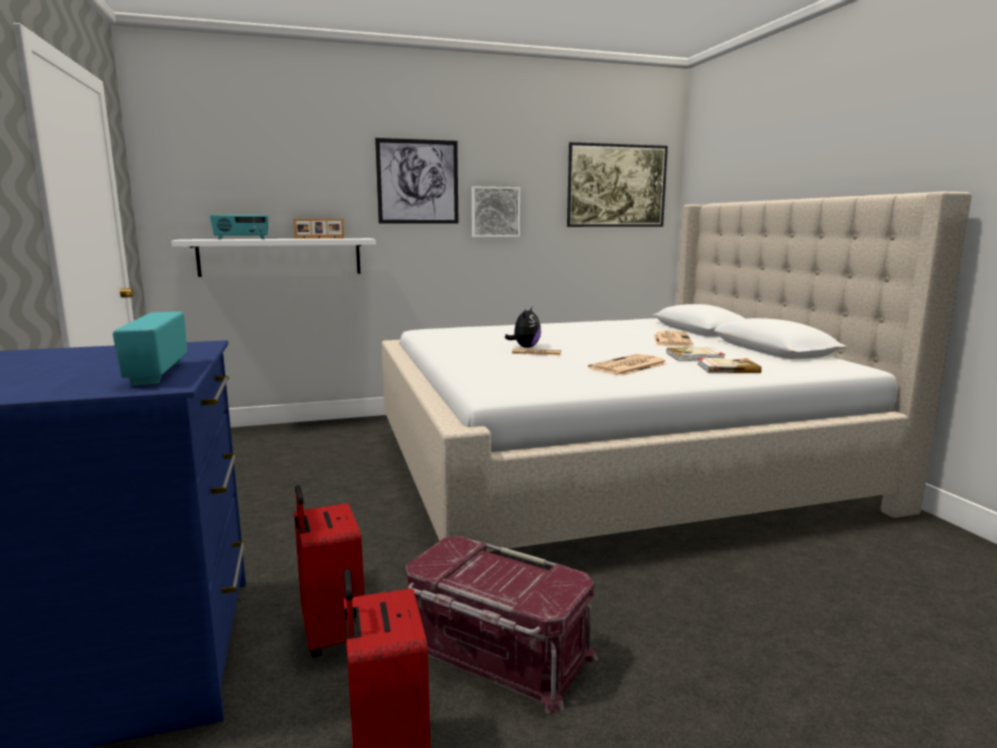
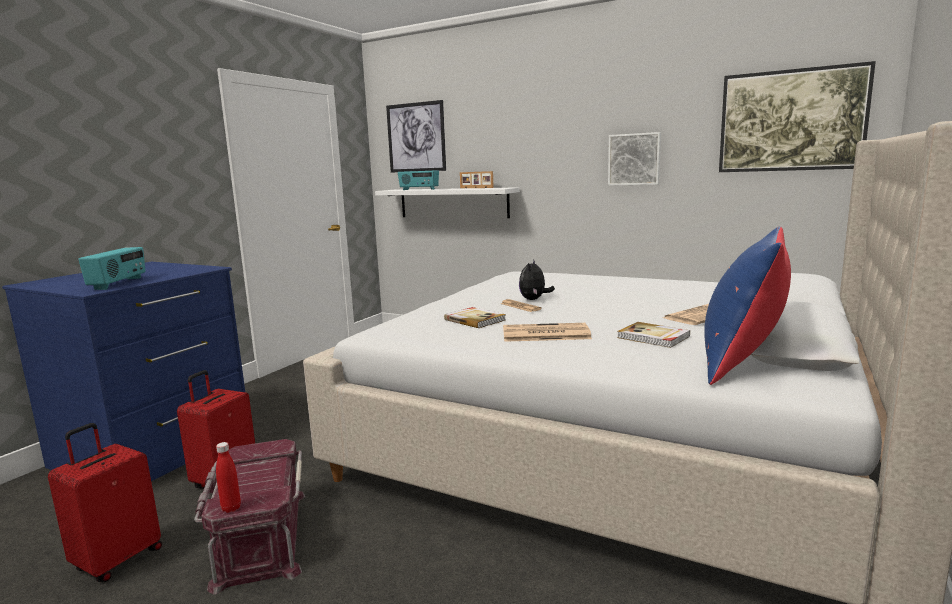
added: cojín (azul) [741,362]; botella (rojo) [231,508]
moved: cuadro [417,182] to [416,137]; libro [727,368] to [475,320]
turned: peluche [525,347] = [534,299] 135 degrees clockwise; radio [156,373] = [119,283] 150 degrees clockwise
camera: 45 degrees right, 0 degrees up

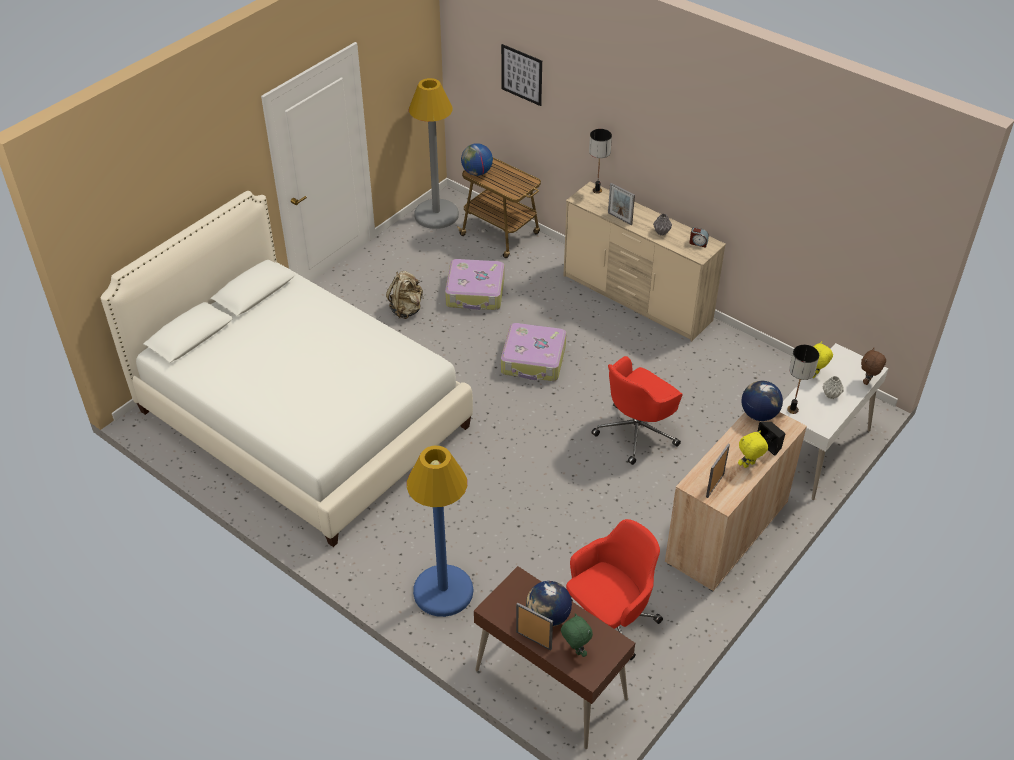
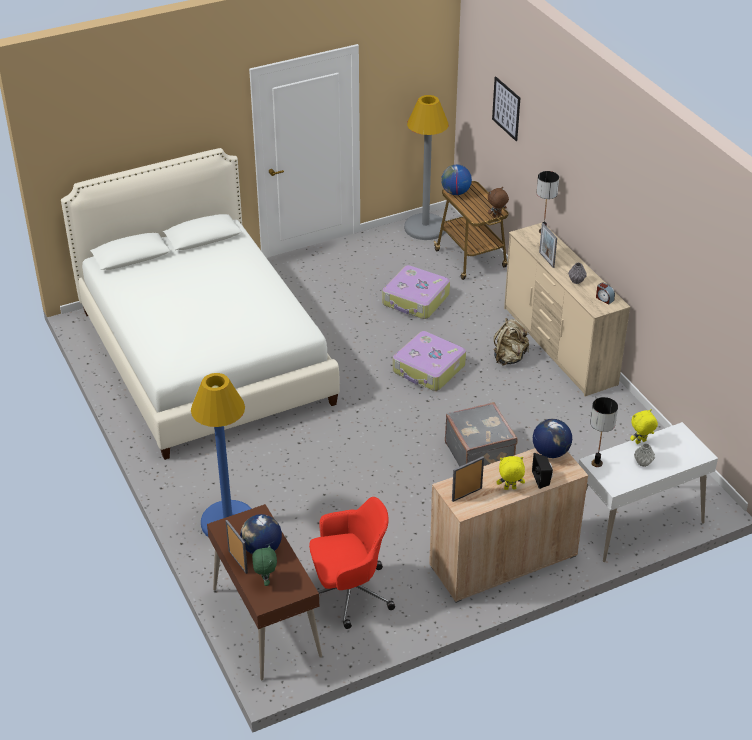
moved: mochila (beis) [406,309] to [509,358]; peluche (marrón) [868,382] to [496,216]
replaced: silla de oficina (rojo) [637,432] to maleta (gris) [480,454]
camera: 25 degrees right, 5 degrees down

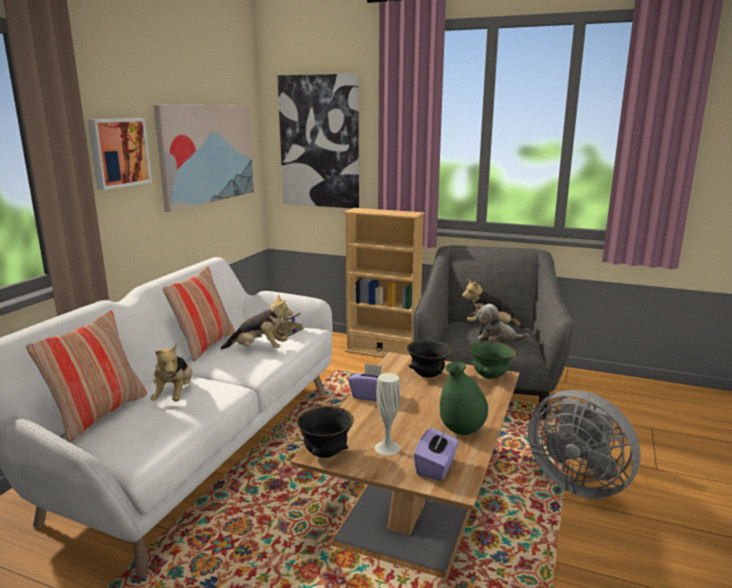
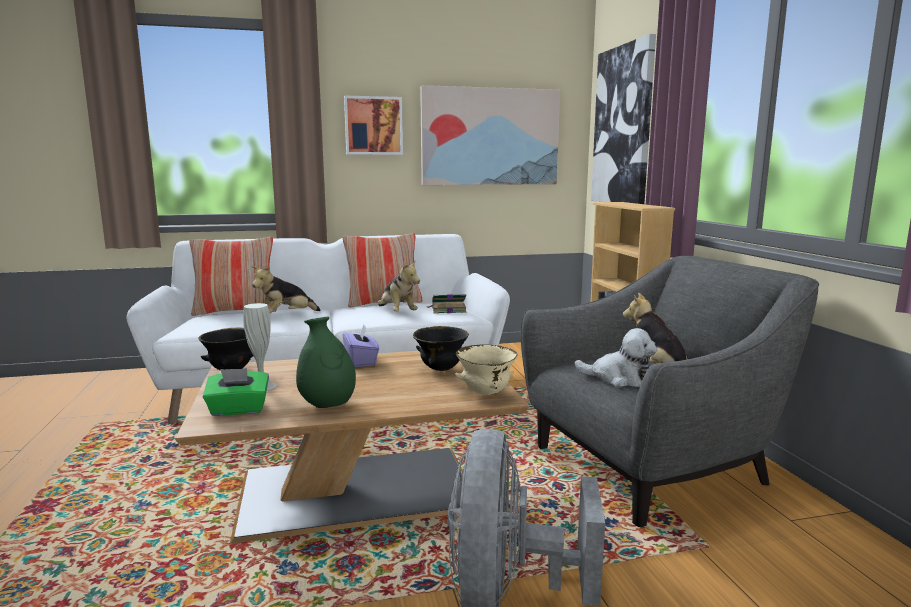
recoloured: cuenco (verde) [490,377] to cuenco (beis) [485,393]; caja de pañuelos (morado) [436,467] to caja de pañuelos (verde) [238,410]
turned: peluche [497,338] = [619,378] 135 degrees clockwise
camera: 55 degrees right, 5 degrees down

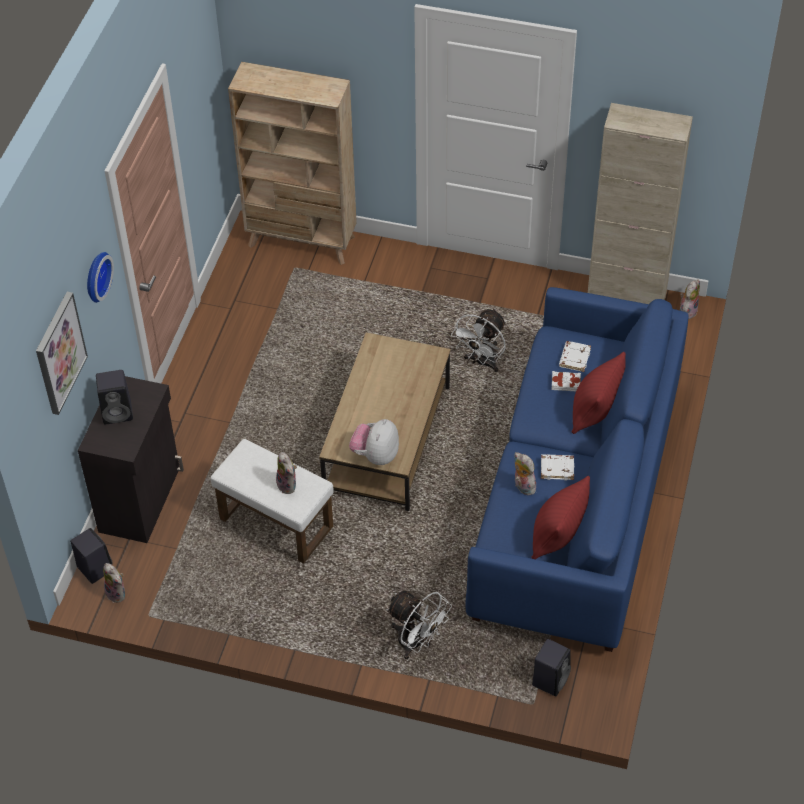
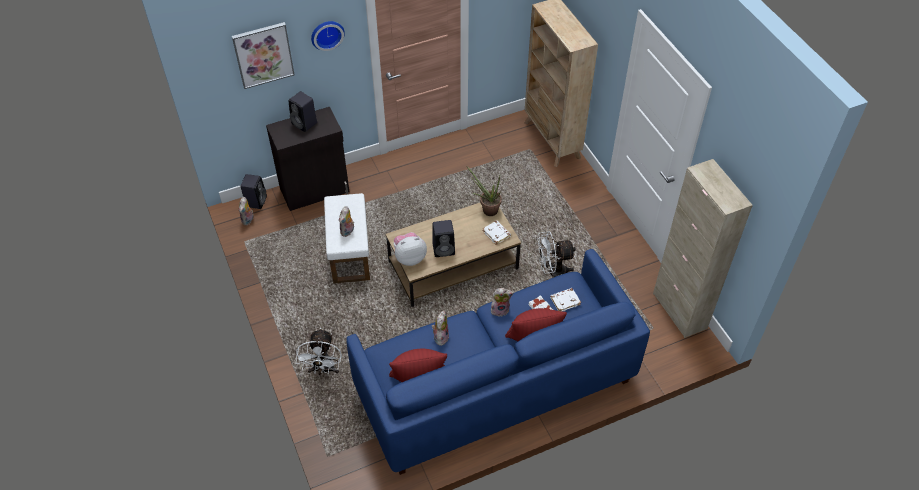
added: planta en maceta [487,209]
moved: peluche [687,311] to [500,309]; libro (blanco) [557,468] to [497,234]; altavoz (negro) [550,679] to [444,249]
camera: 50 degrees right, 0 degrees up

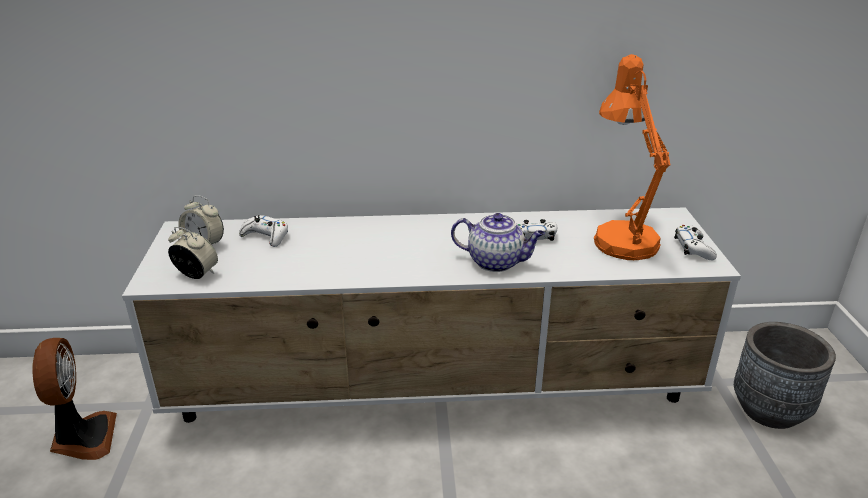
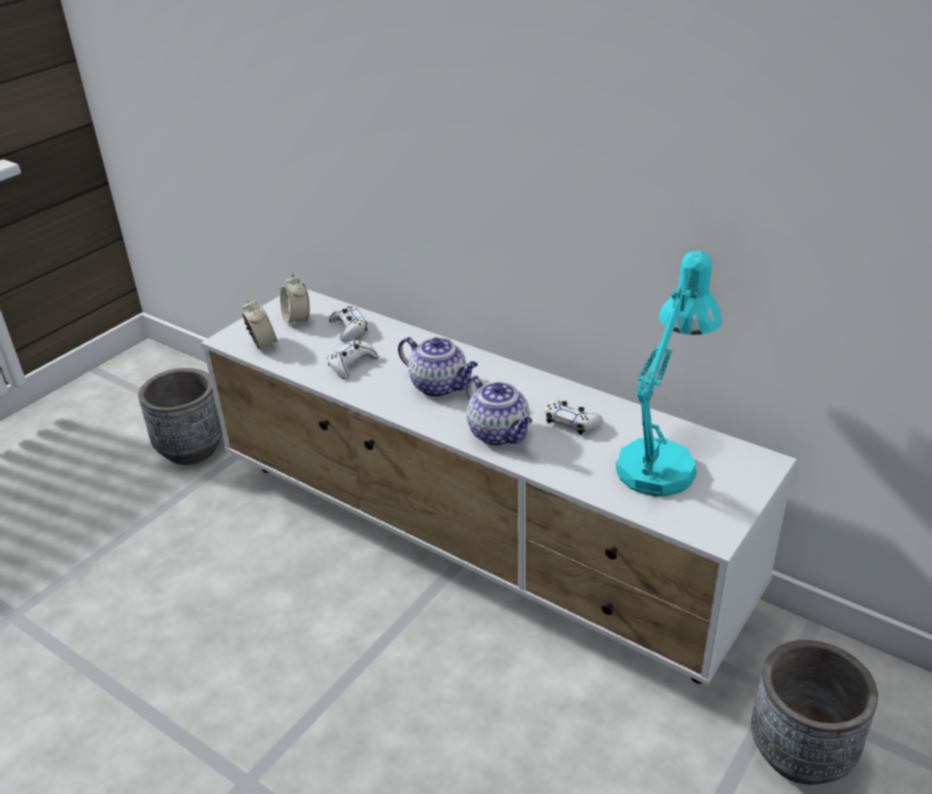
added: tetera [440,386]
moved: mando de consola (blanco) [693,248] to [352,365]
replaced: ventilador [83,438] to maceta (gris) [191,449]
recoloured: lámpara de mesa (naranja) [620,237] to lámpara de mesa (turquesa) [661,461]
camera: 40 degrees right, 5 degrees up

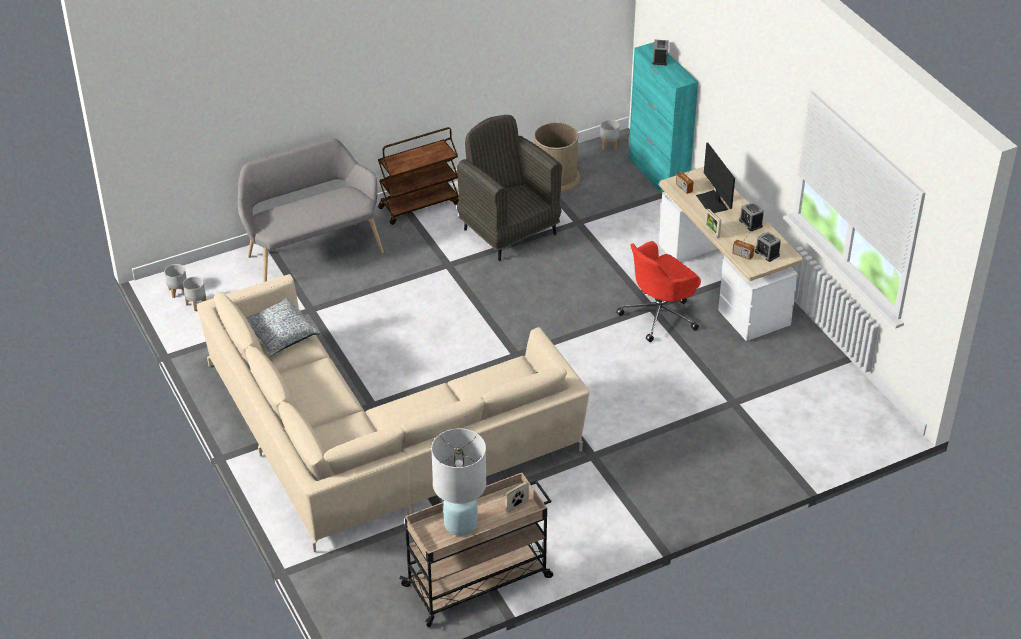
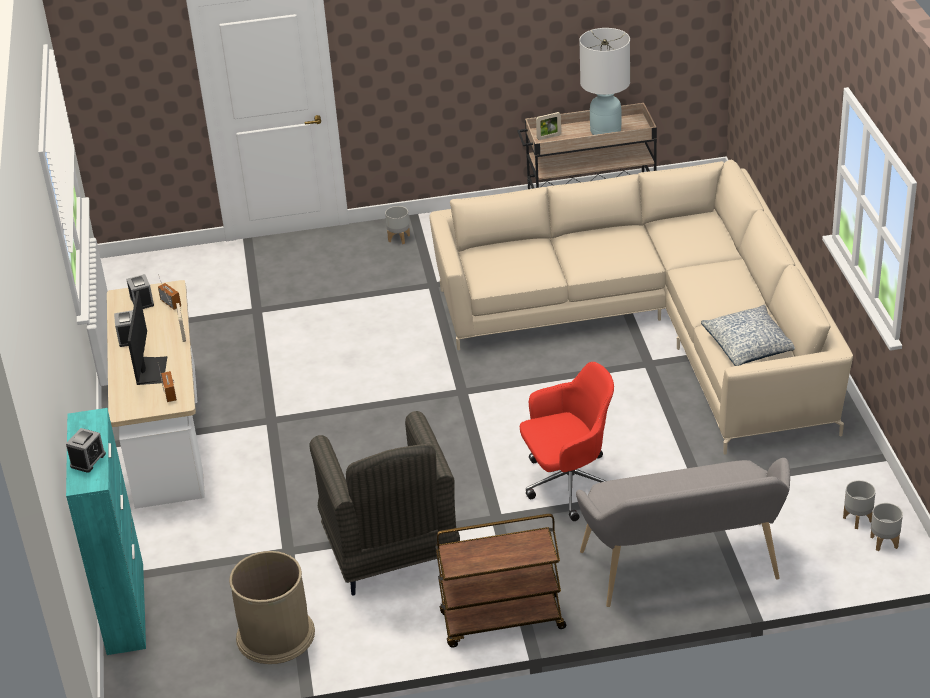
moved: maceta (gris) [609,145] to [399,238]; silla de oficina (rojo) [660,315] to [569,485]
camera: 160 degrees left, 5 degrees down

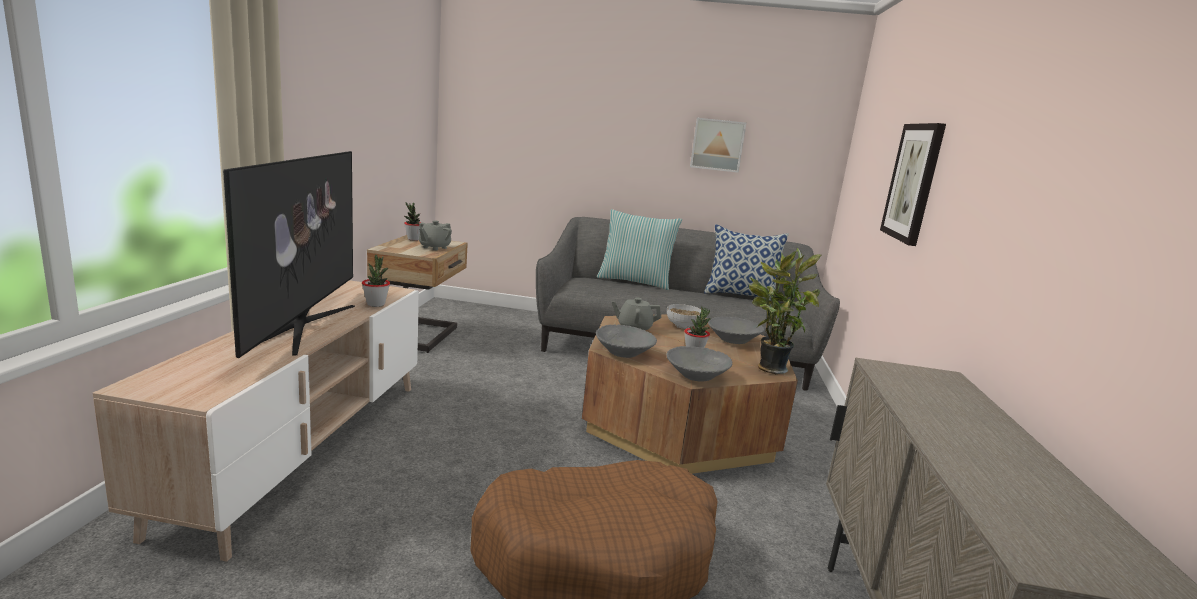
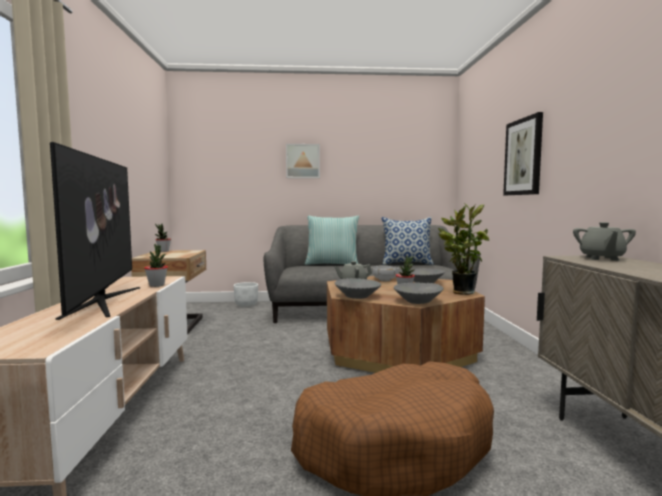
added: maceta (blanco) [246,305]
moved: cuadro [717,145] to [303,161]; tetera (gris) [434,247] to [601,258]
camera: 10 degrees left, 10 degrees down

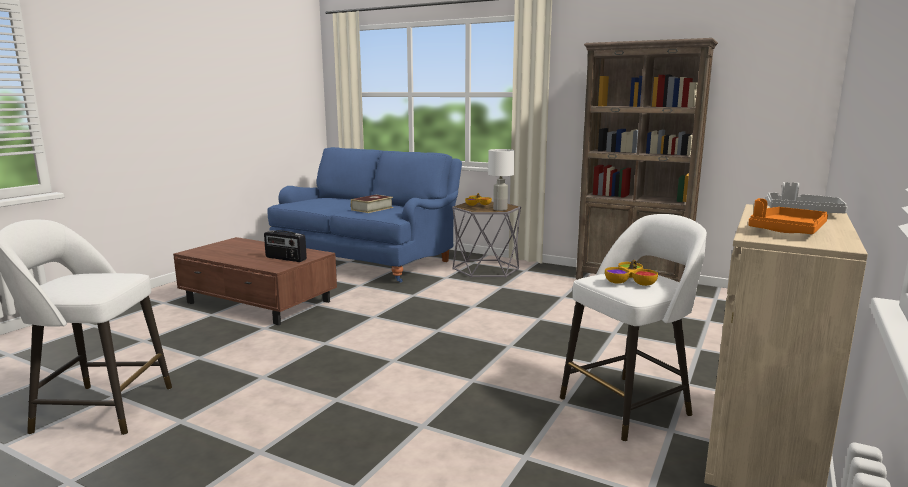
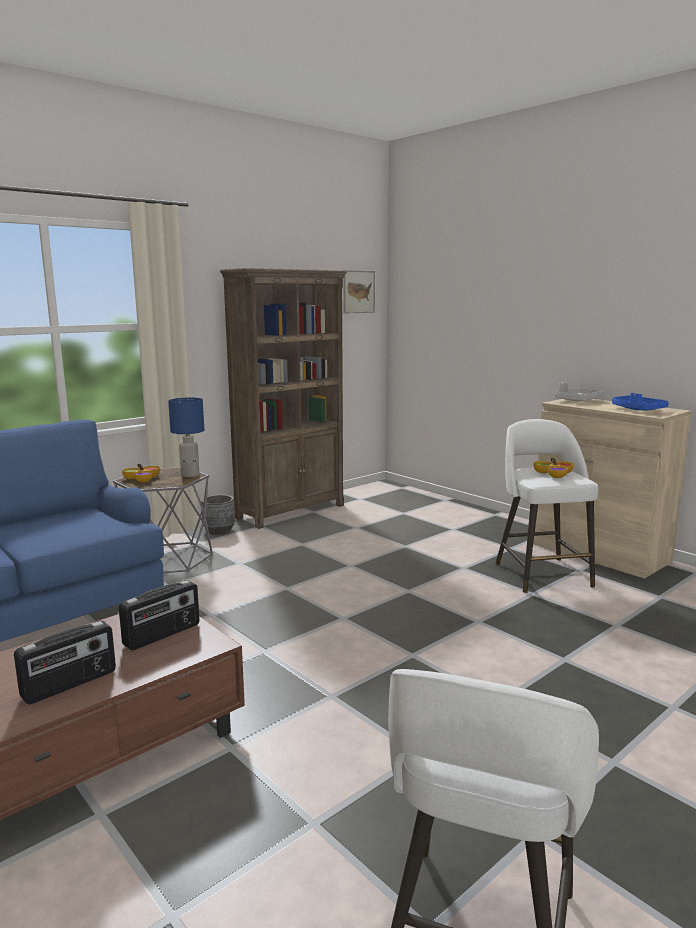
removed: libro [372,209]
added: cuadro [358,292]; maceta (gris) [219,531]; radio [70,684]
recoloured: lámpara de mesa (blanco) [500,209] to lámpara de mesa (azul) [190,475]; bandeja (naranja) [786,231] to bandeja (azul) [637,410]
camera: 70 degrees left, 0 degrees up

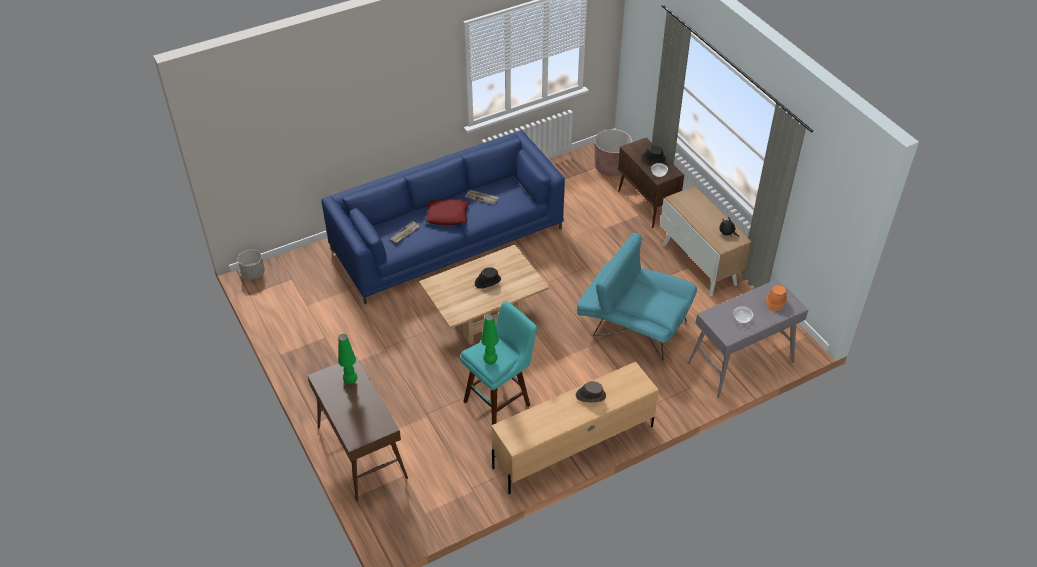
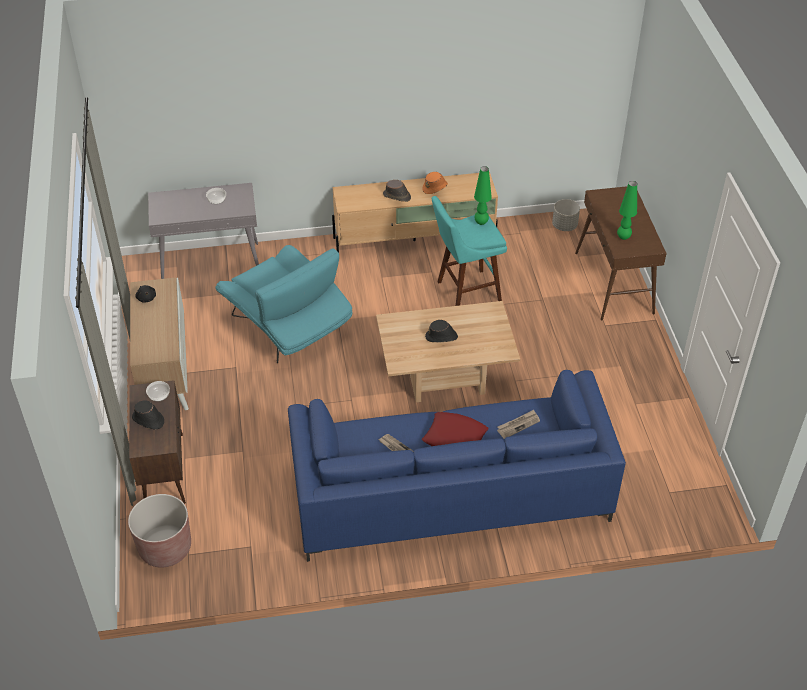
moved: maceta (gris) [253,273] to [564,226]; sombrero (naranja) [775,301] to [435,187]
camera: 160 degrees left, 0 degrees up

